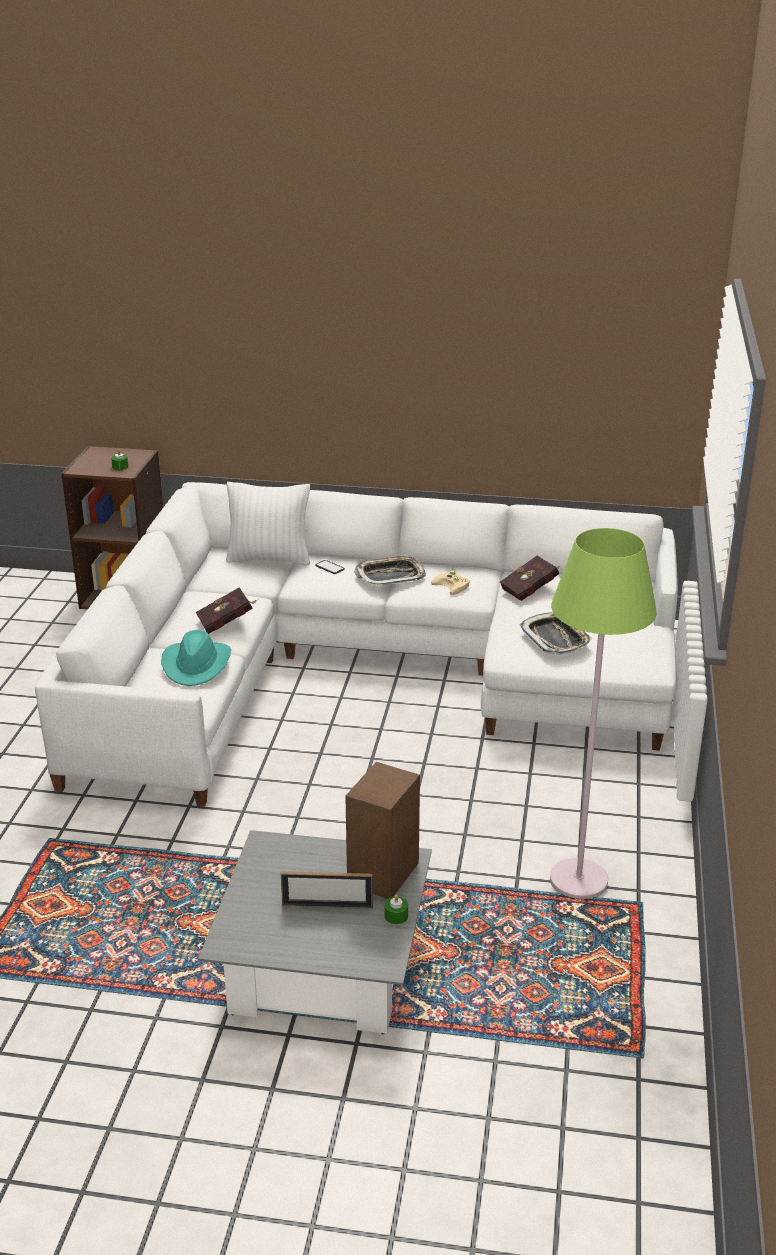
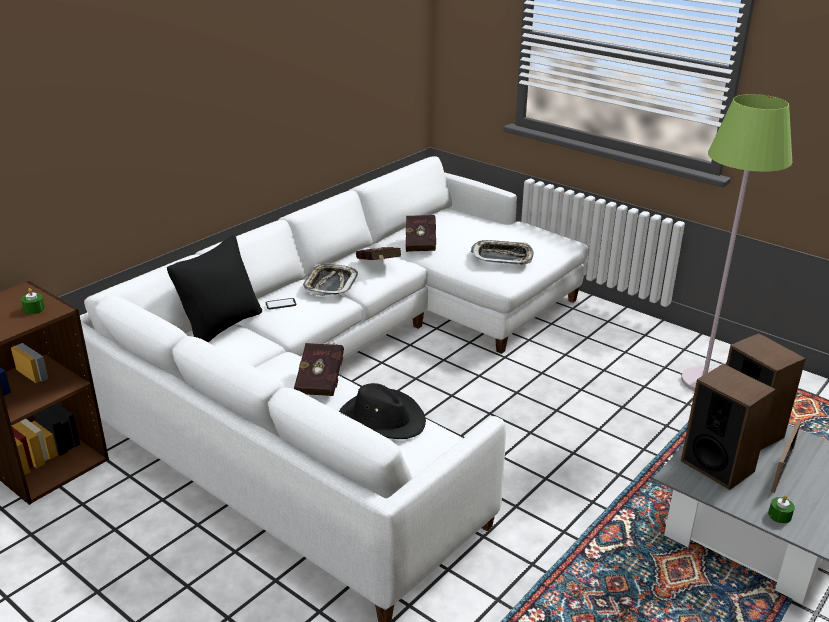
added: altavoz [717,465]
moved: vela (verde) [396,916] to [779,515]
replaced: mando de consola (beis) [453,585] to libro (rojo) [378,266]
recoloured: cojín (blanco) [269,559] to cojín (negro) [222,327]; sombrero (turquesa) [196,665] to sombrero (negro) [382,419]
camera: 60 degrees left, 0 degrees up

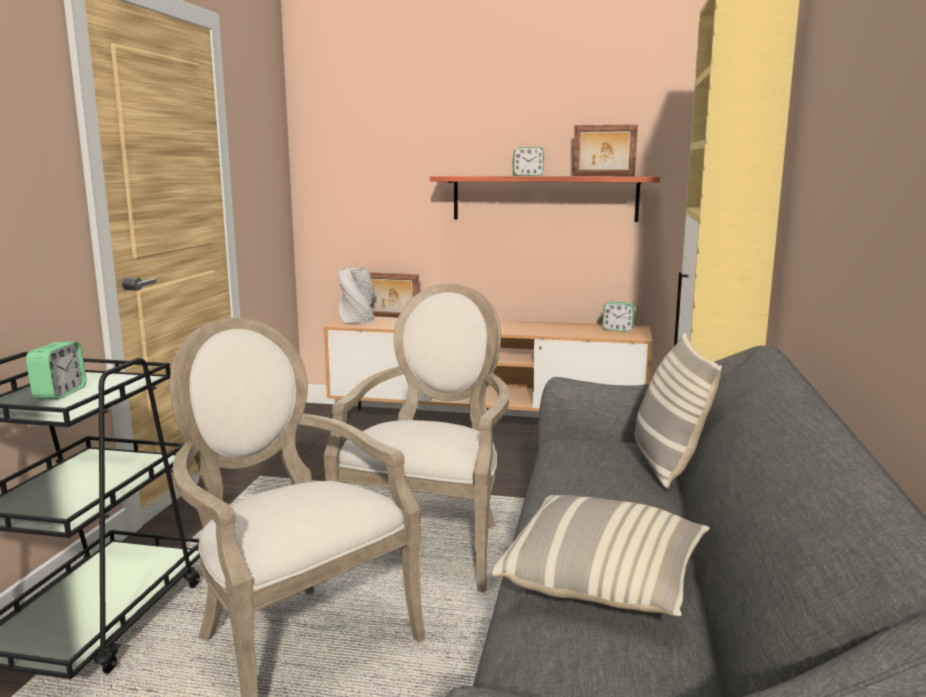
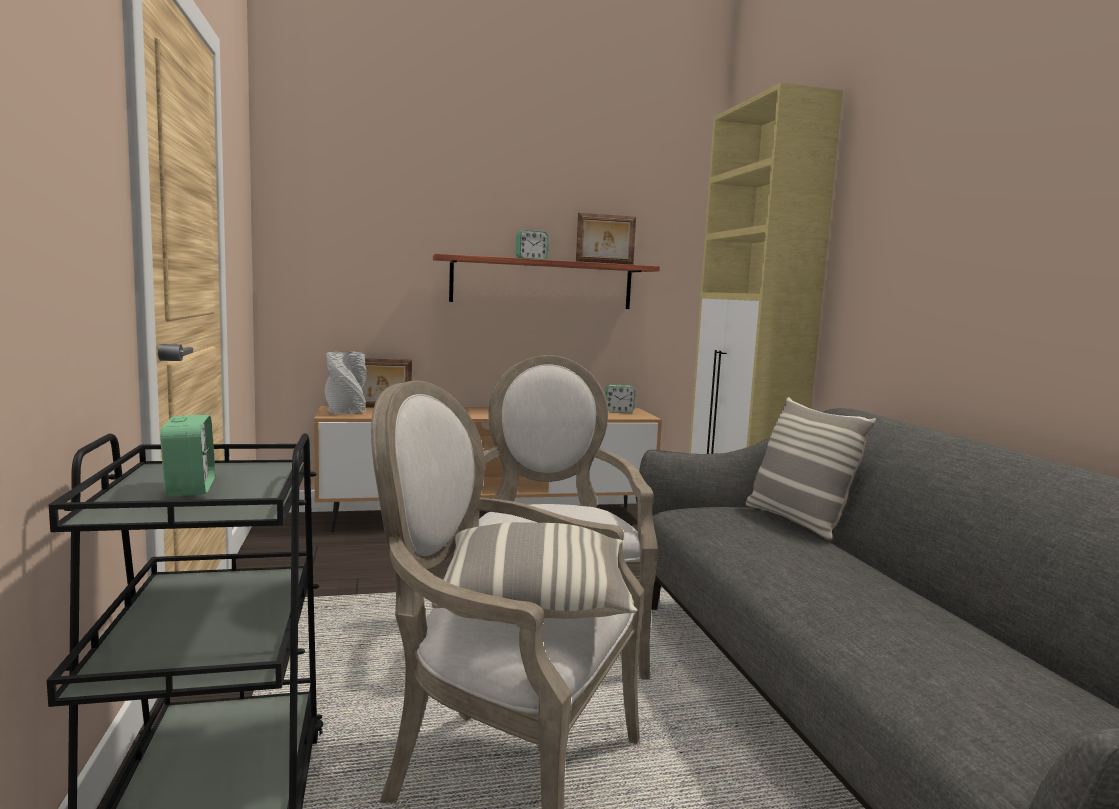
moved: cojín [603,580] to [535,603]
camera: 25 degrees left, 5 degrees down

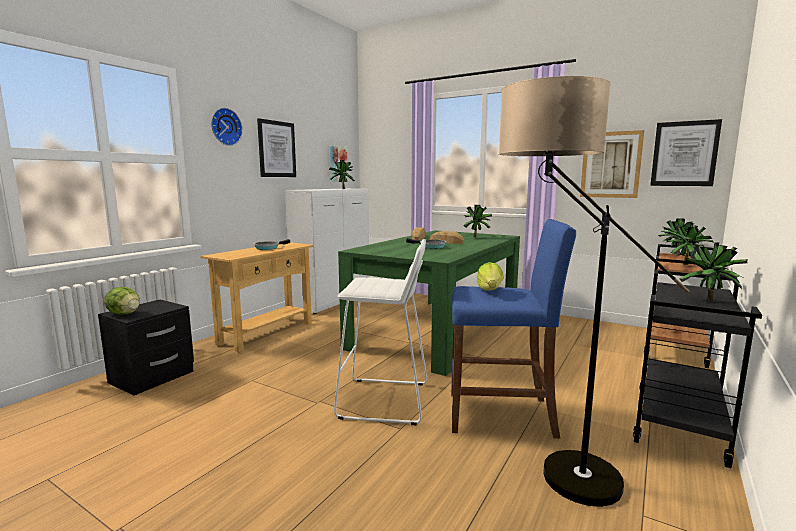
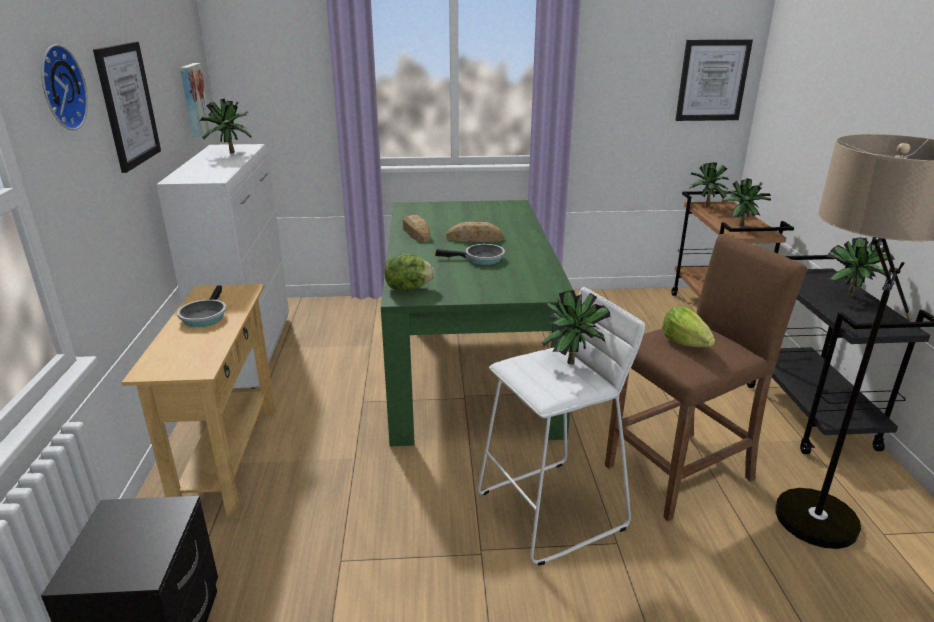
removed: cuadro [610,165]
moved: planta en maceta [477,237] to [573,361]; lechuga [125,314] to [408,288]
recoloured: taburete (azul) [501,415] to taburete (marrón) [680,473]
camera: 35 degrees left, 15 degrees up

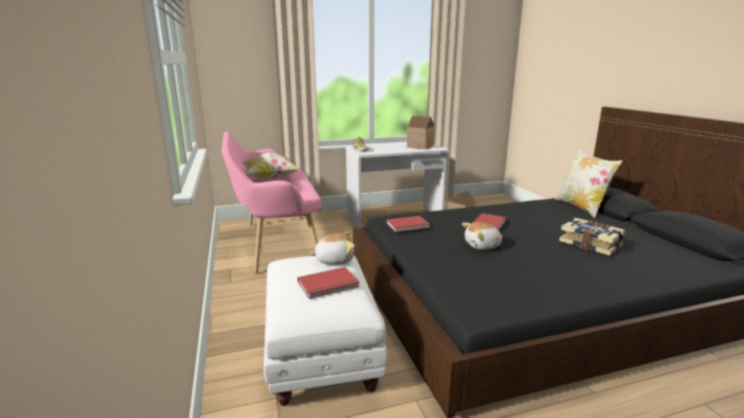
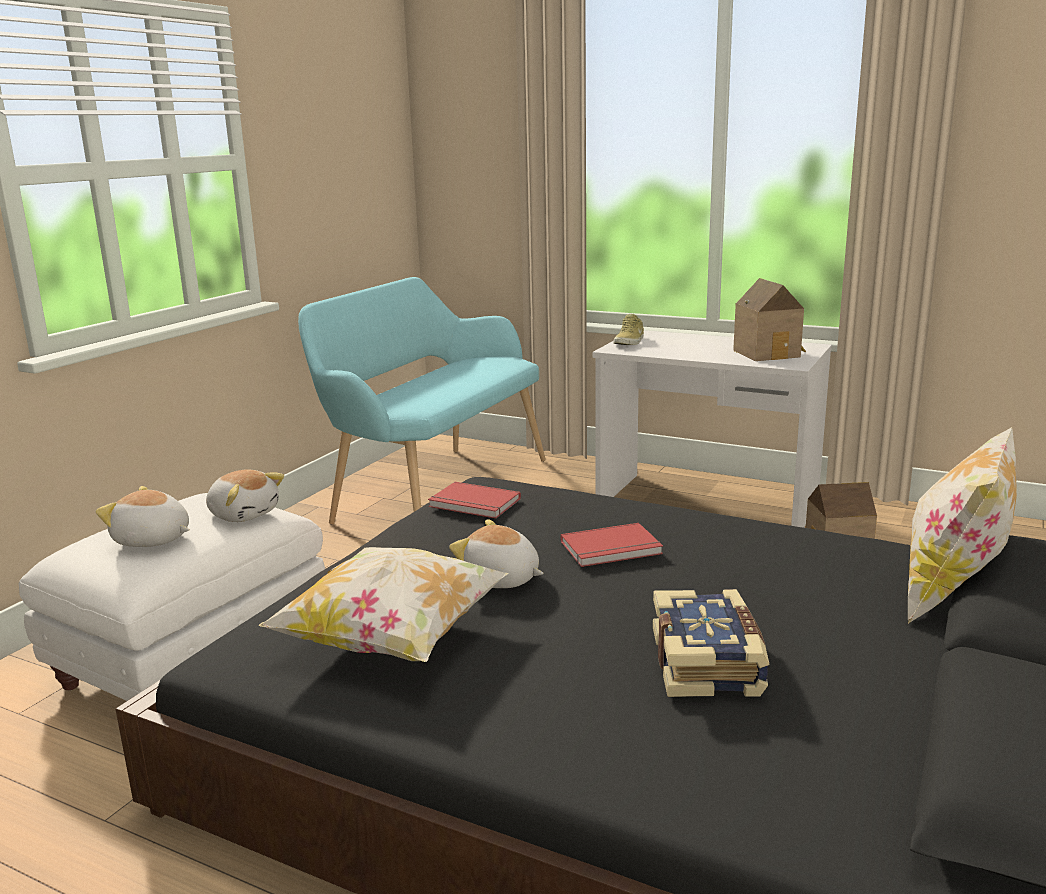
moved: cojín [270,178] to [393,639]
replaced: libro (rojo) [329,285] to peluche [152,540]
recoloured: banco (rosa) [275,243] to banco (turquesa) [433,490]
camera: 45 degrees right, 0 degrees up

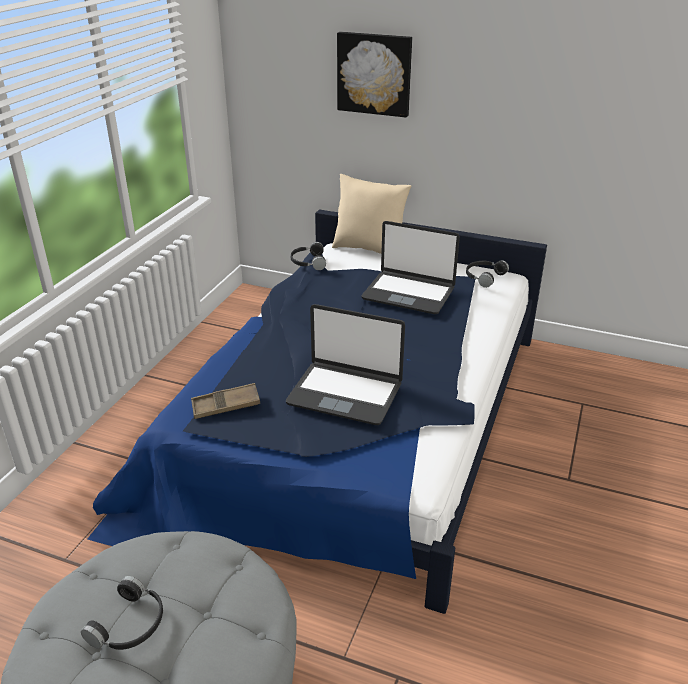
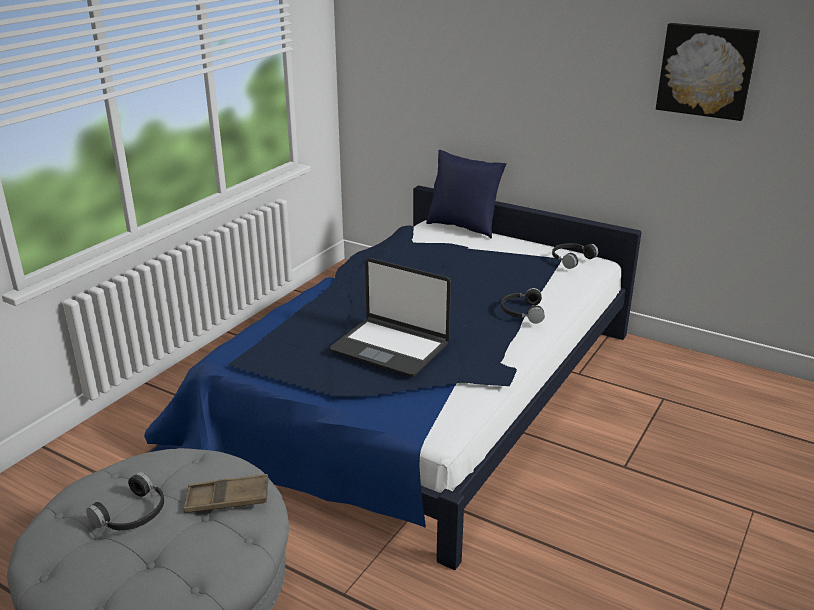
removed: portátil [409,293]
moved: cuadro [374,74] to [706,70]; auriculares (negro) [307,262] to [521,312]; bandeja (marrón) [226,405] to [227,499]
recoloured: cojín (beis) [369,249] to cojín (azul) [463,227]
camera: 10 degrees right, 5 degrees down

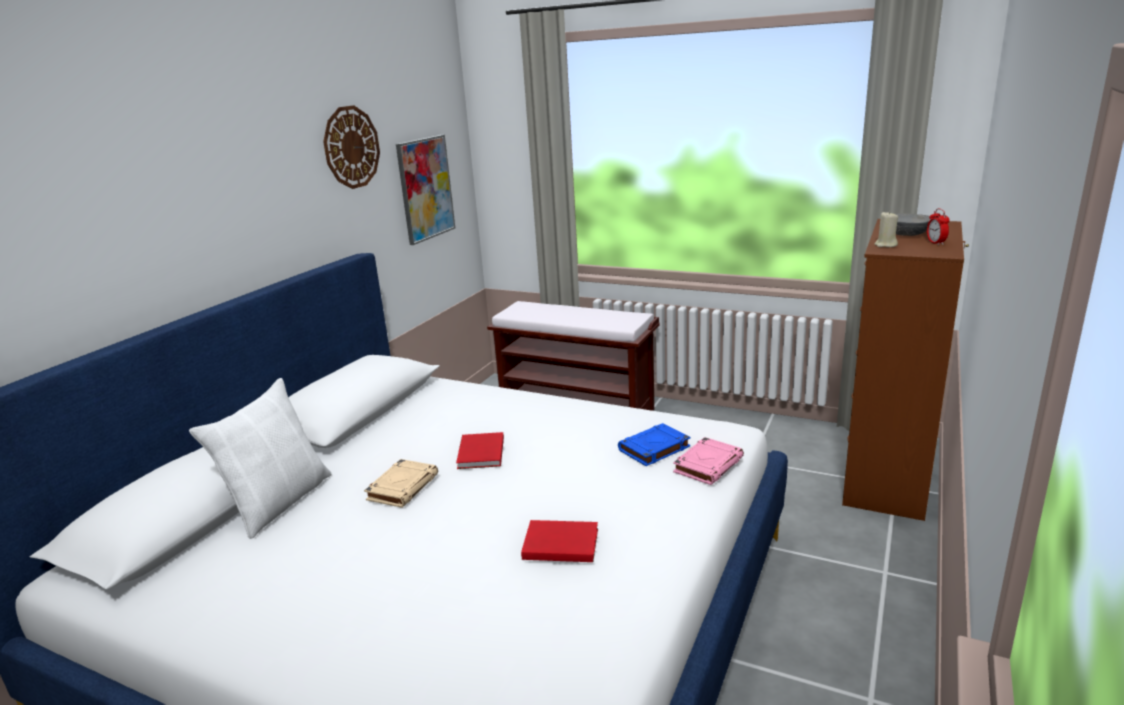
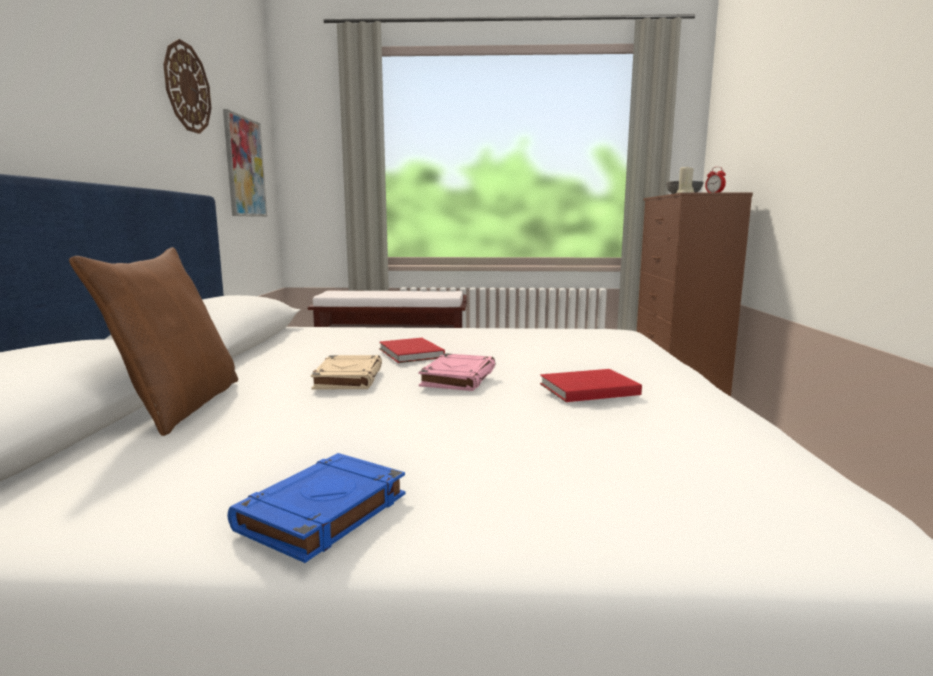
moved: libro (azul) [654,449] to [322,513]; libro (rosa) [708,465] to [458,378]
recoloured: cojín (blanco) [279,502] to cojín (marrón) [179,405]
camera: 25 degrees left, 10 degrees down

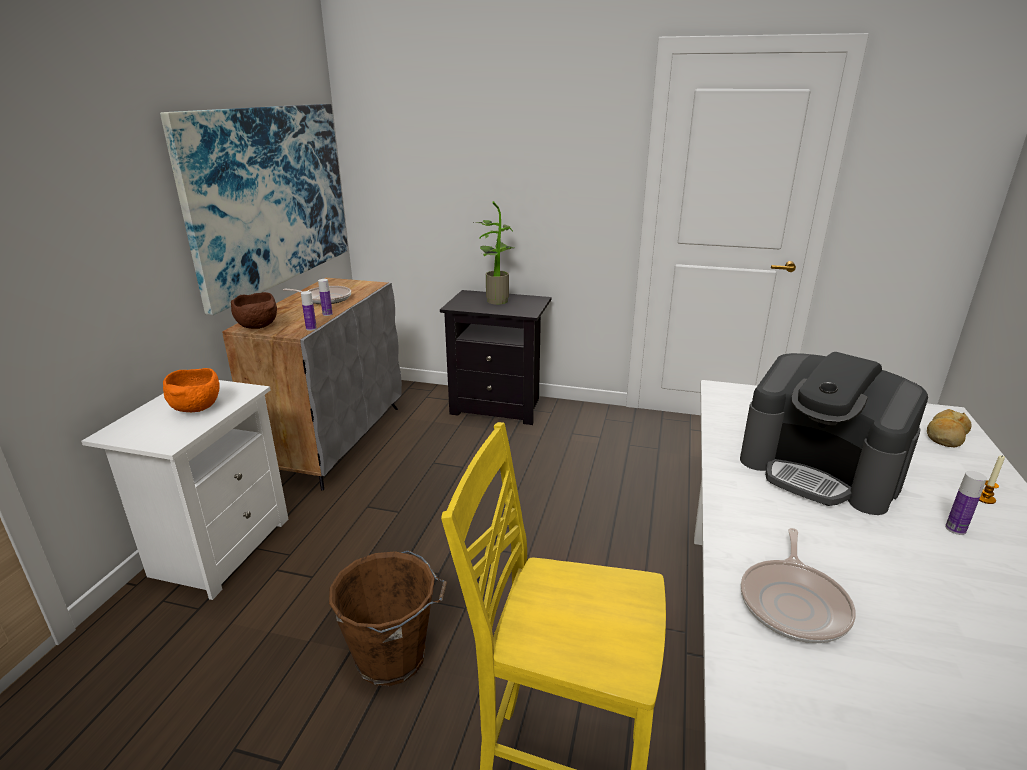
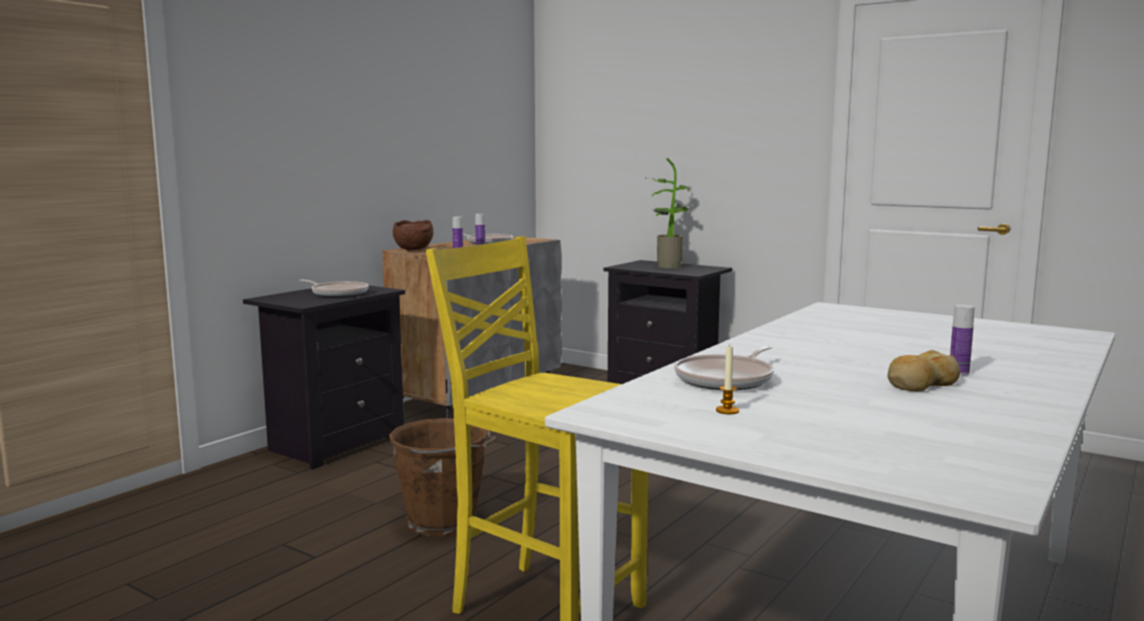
removed: cuadro [271,197]; cafetera [820,471]
moved: pan [946,436] to [921,384]; vela [985,499] to [727,411]
replaced: cuenco (naranja) [197,408] to sartén [338,293]
recoloured: mesita de noche (blanco) [219,548] to mesita de noche (negro) [334,443]
camera: 20 degrees right, 15 degrees down

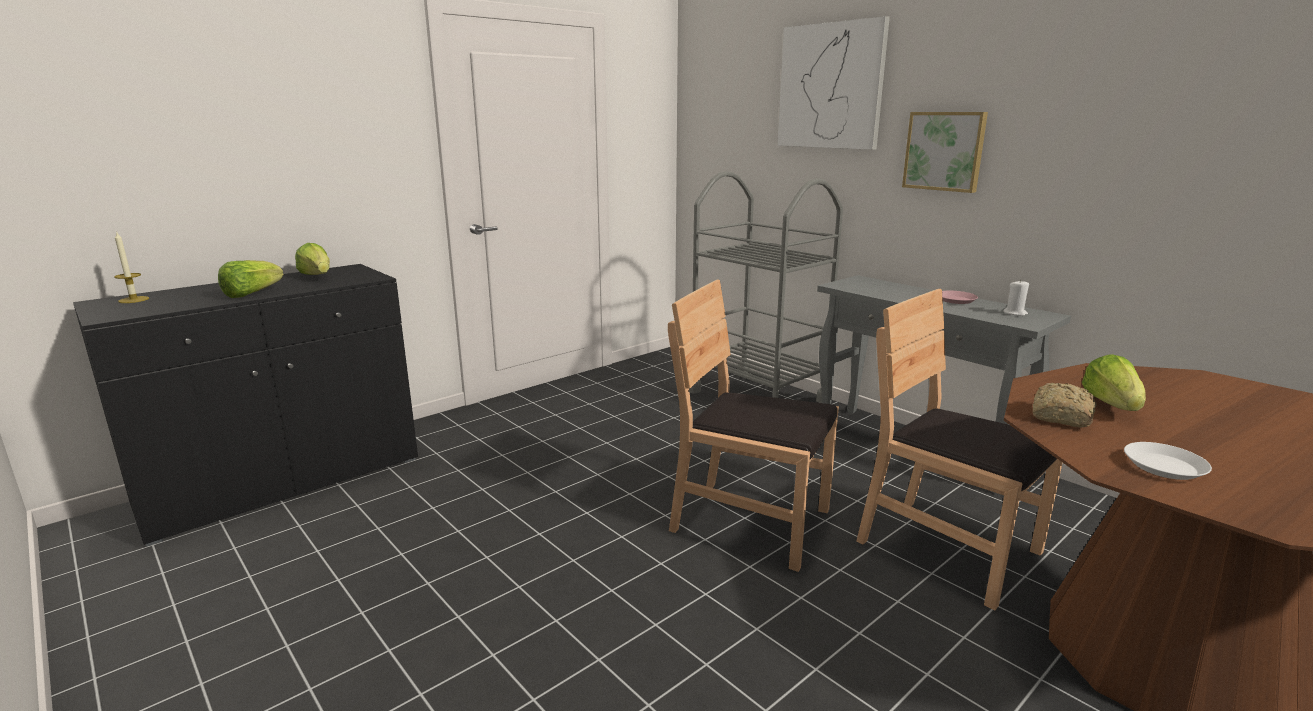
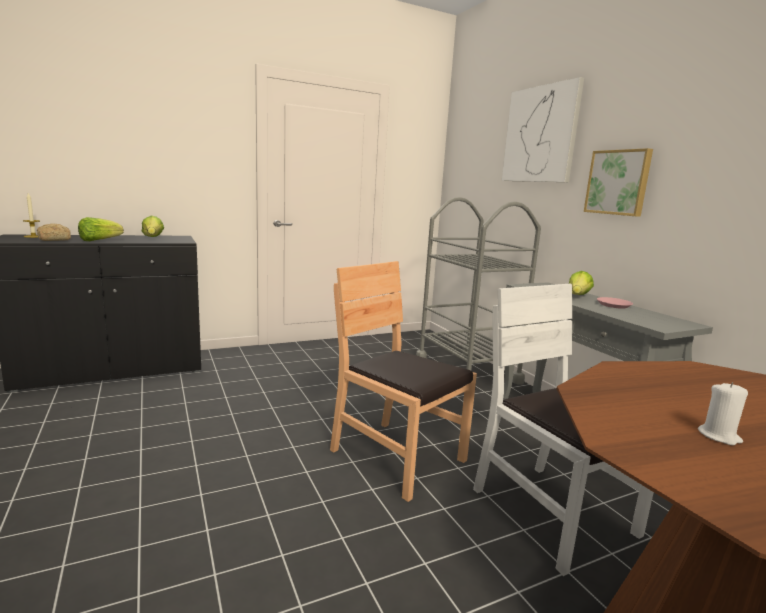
removed: plato (blanco) [1164,466]
moved: vela (blanco) [1015,313] to [719,436]; lechuga [1112,405] to [577,296]; pan [1060,417] to [53,240]
recoloured: silla (marrón) [948,548] to silla (blanco) [552,513]
camera: 15 degrees right, 5 degrees down

